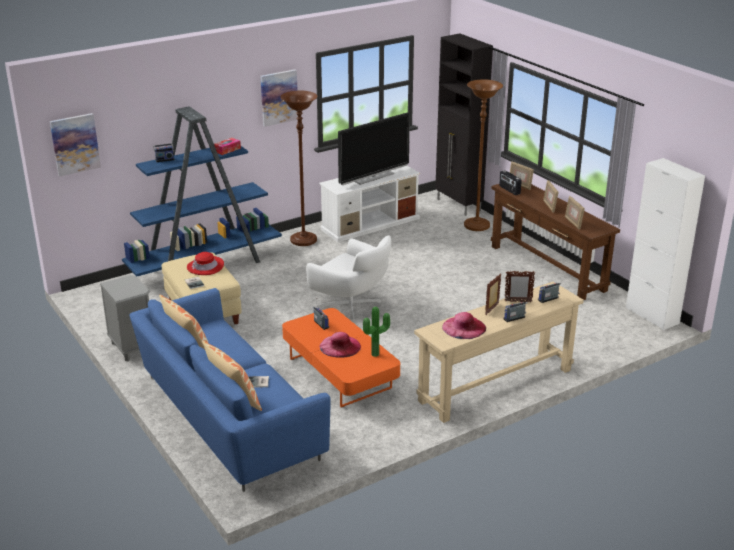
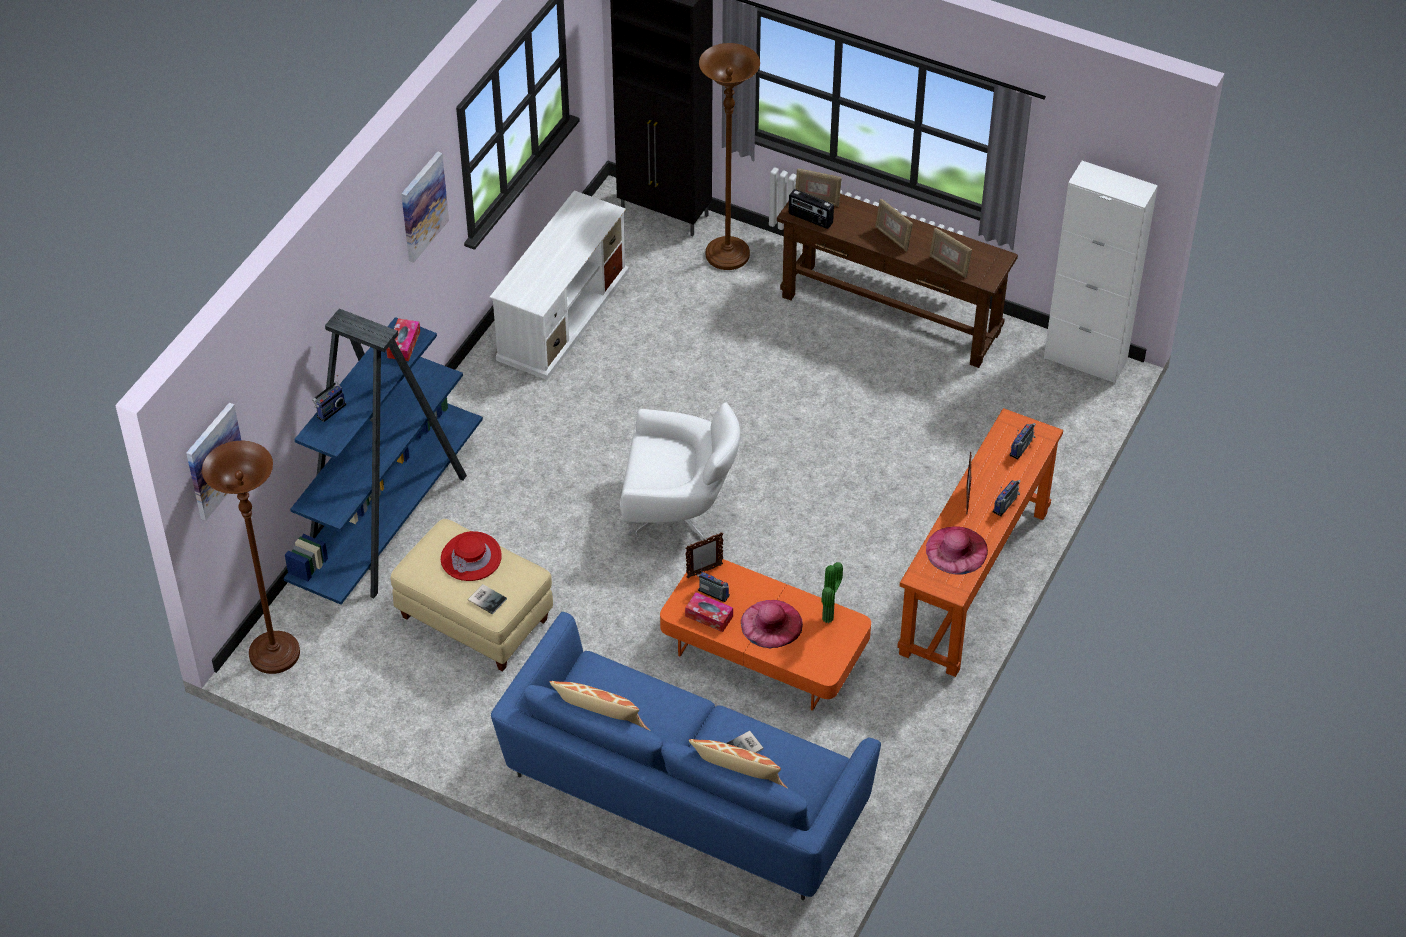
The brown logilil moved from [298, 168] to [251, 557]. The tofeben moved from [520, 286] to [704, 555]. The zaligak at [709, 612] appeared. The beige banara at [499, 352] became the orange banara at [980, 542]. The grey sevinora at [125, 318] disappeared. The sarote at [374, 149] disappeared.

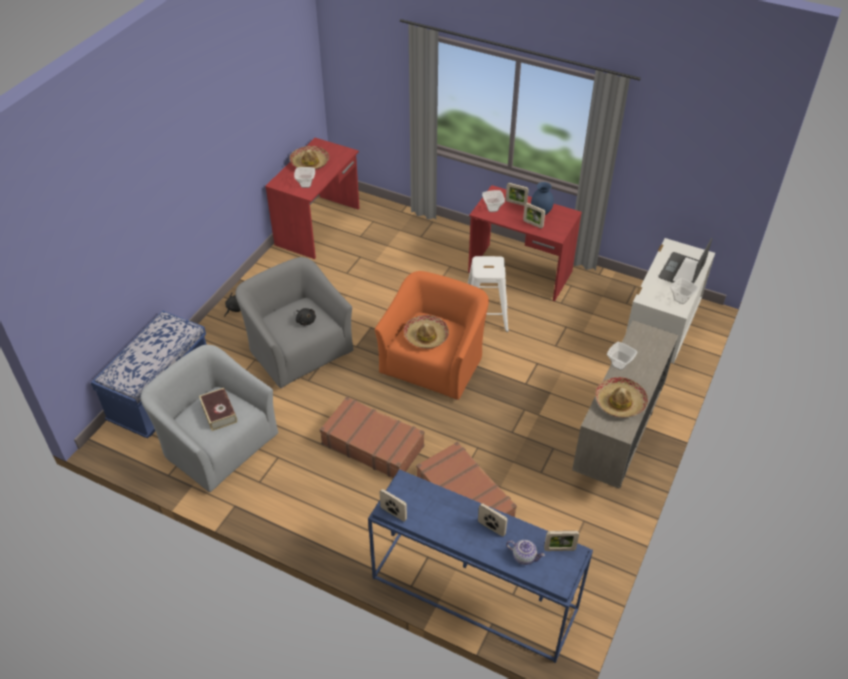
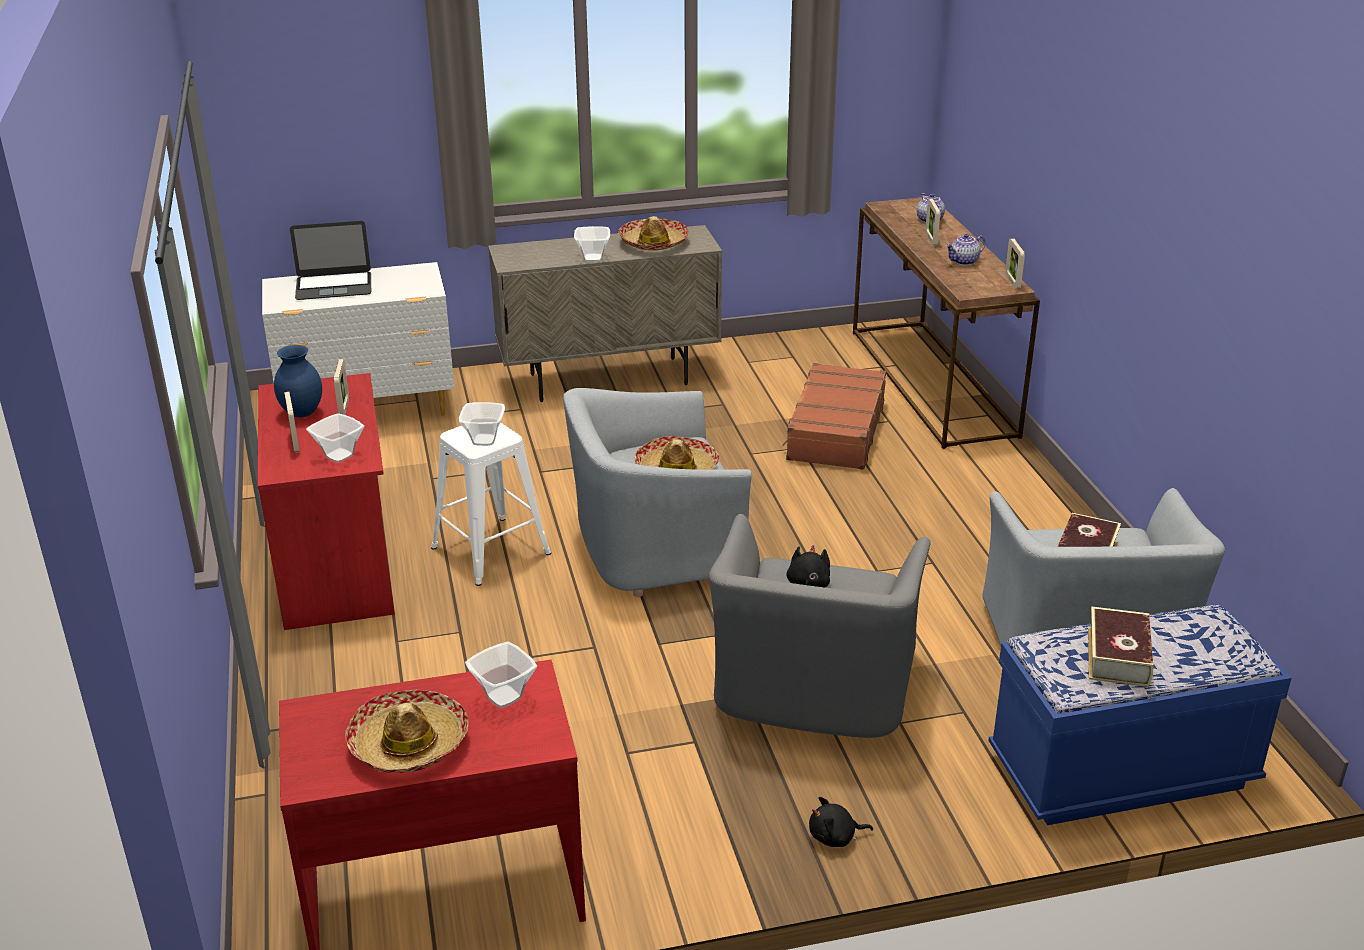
The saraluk moved from [684, 291] to [482, 424]. The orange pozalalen at [432, 335] became the grey pozalalen at [657, 492]. The blue banara at [480, 566] became the brown banara at [946, 323]. The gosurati at [966, 249] appeared. The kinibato at [1120, 646] appeared. The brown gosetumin at [372, 437] disappeared. The tofeben at [561, 541] disappeared.

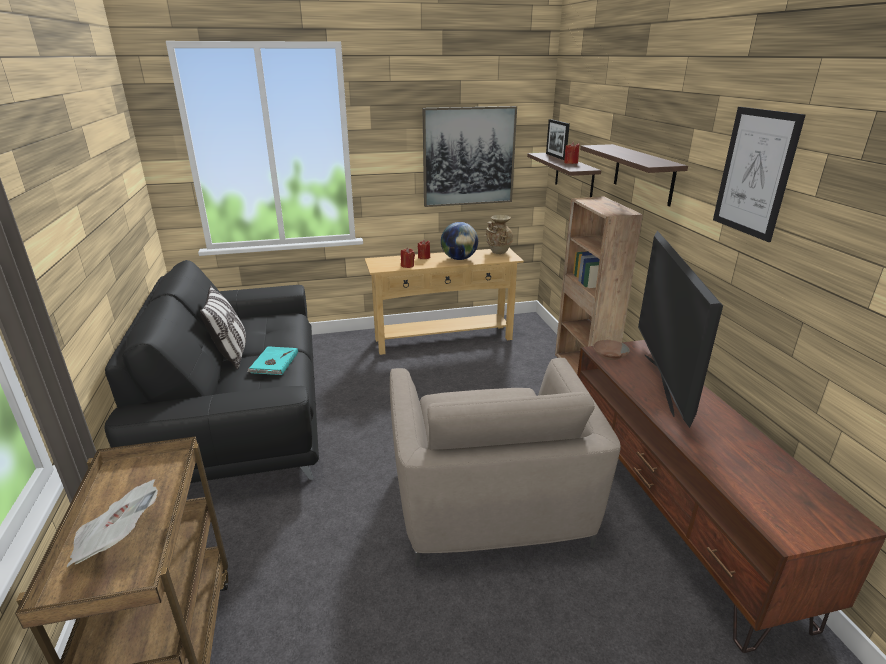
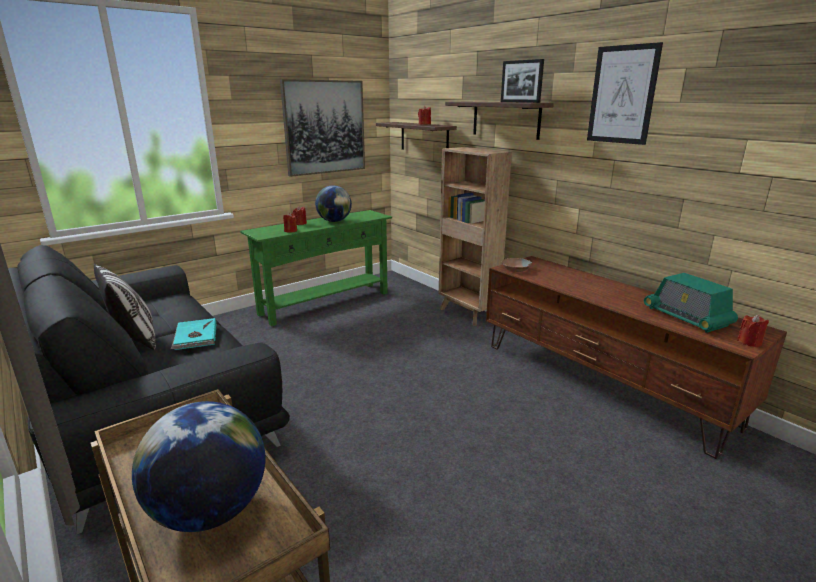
The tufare at [112, 523] was replaced by the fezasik at [198, 466]. The beige banara at [444, 301] became the green banara at [316, 268]. The tofeben moved from [558, 139] to [522, 81]. The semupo at [691, 303] appeared. The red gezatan at [753, 331] appeared. The beige pozalalen at [505, 462] disappeared. The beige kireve at [498, 234] disappeared. The sarote at [680, 329] disappeared.

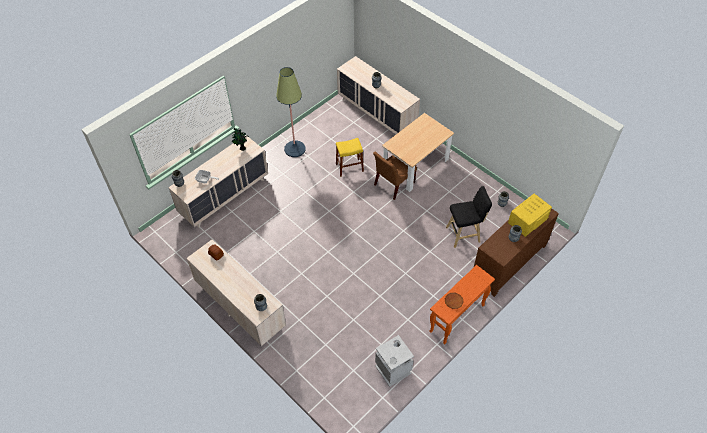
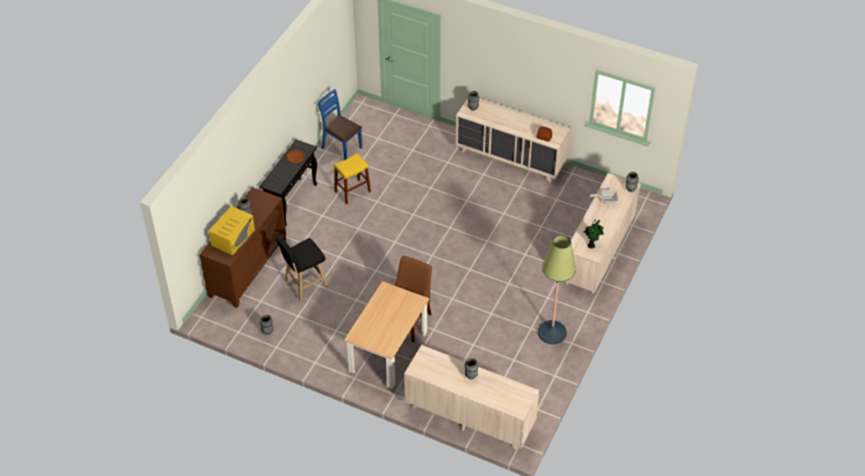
The orange banara at [462, 304] became the black banara at [288, 183]. The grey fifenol at [394, 361] was replaced by the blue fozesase at [339, 124]. The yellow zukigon moved from [350, 157] to [352, 178].

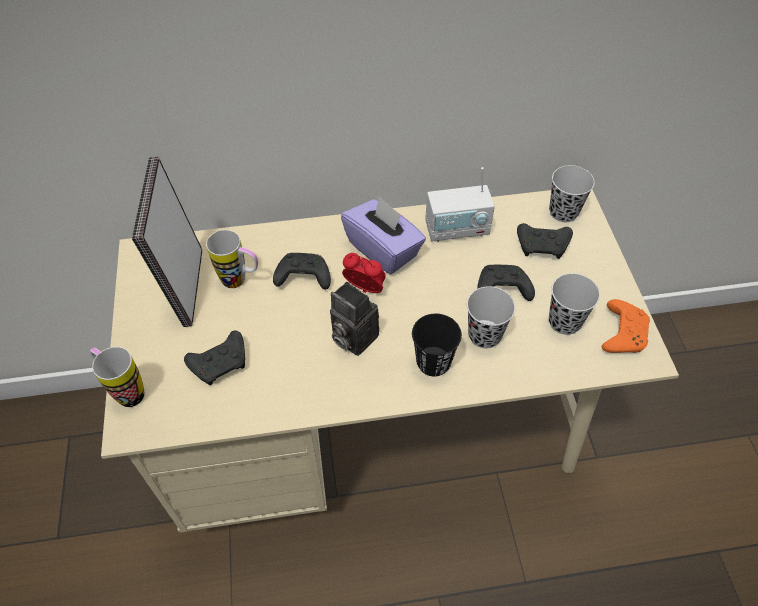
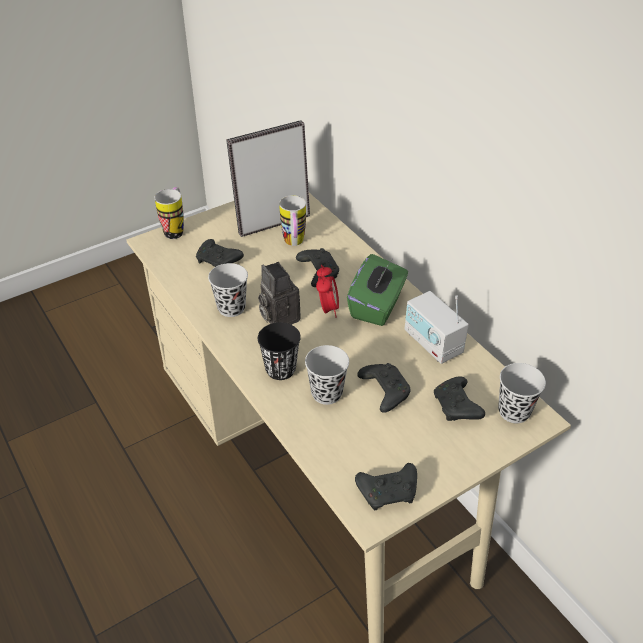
The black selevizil moved from [574, 304] to [228, 290]. The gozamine at [354, 319] turned 45 degrees counterclockwise. The purple zaligak at [383, 235] became the green zaligak at [377, 290]. The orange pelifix at [626, 326] became the black pelifix at [386, 486].

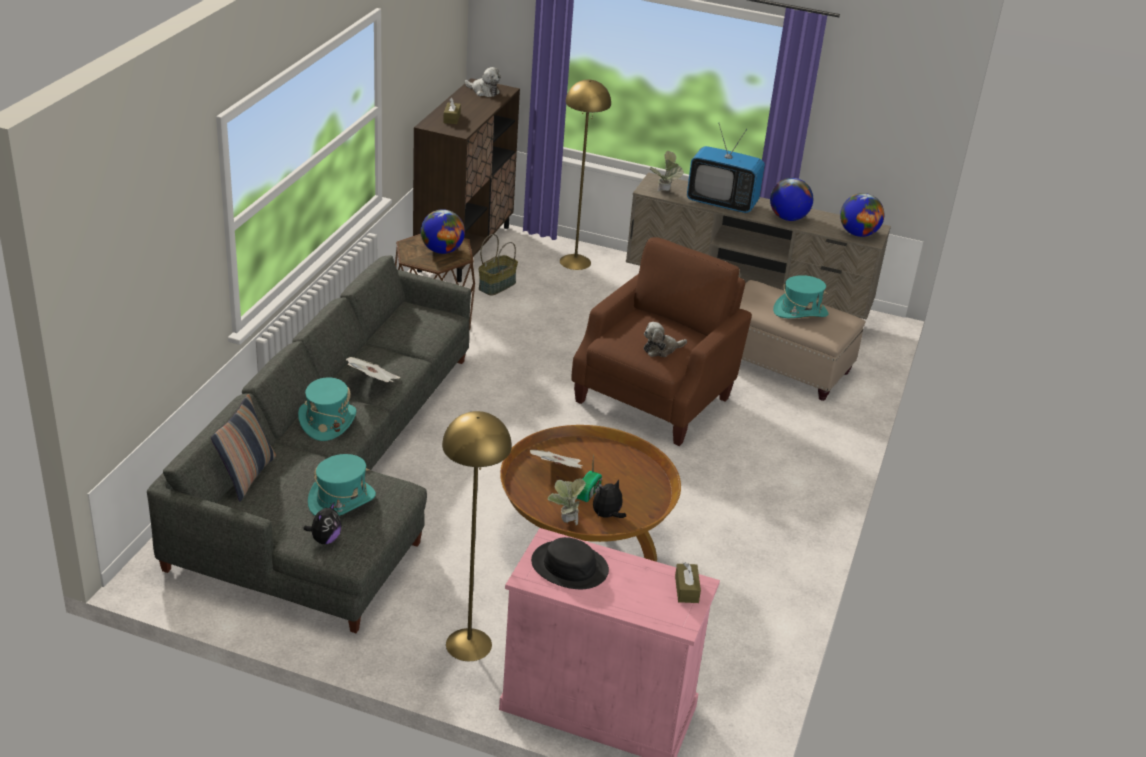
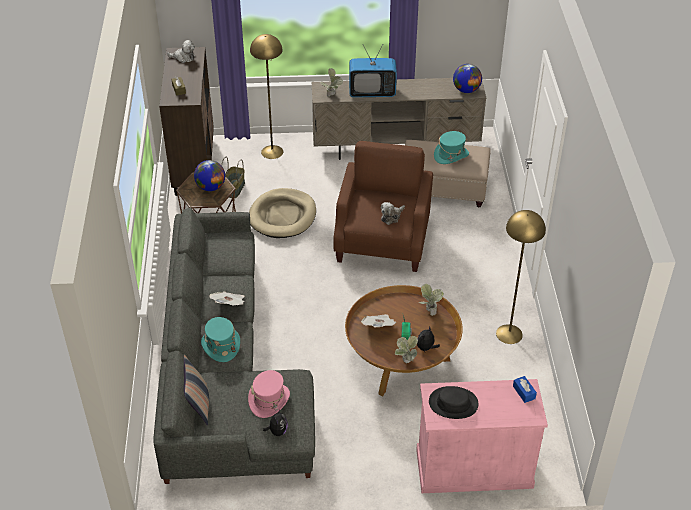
The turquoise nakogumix at [342, 485] became the pink nakogumix at [269, 394]. The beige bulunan at [282, 213] appeared. The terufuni at [431, 300] appeared. The yellow logilil moved from [477, 536] to [521, 277]. The brown zaligak at [688, 582] became the blue zaligak at [525, 389]. The fezasik at [791, 199] disappeared.

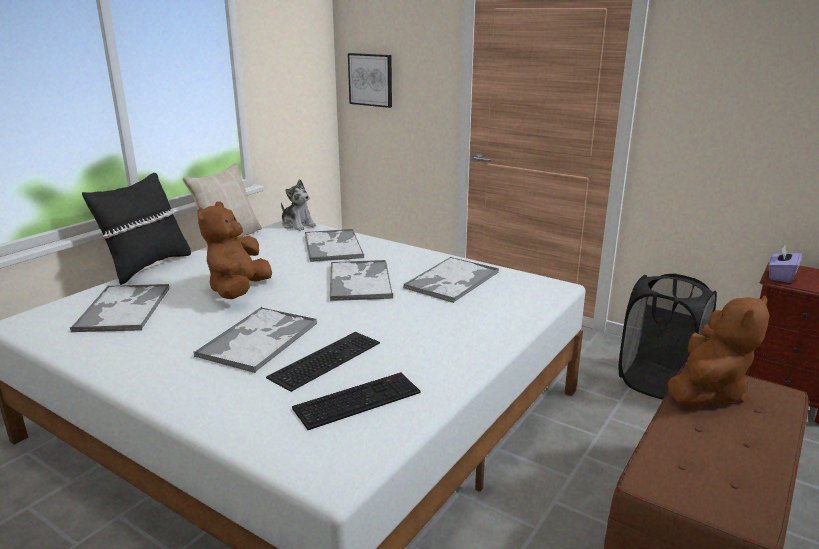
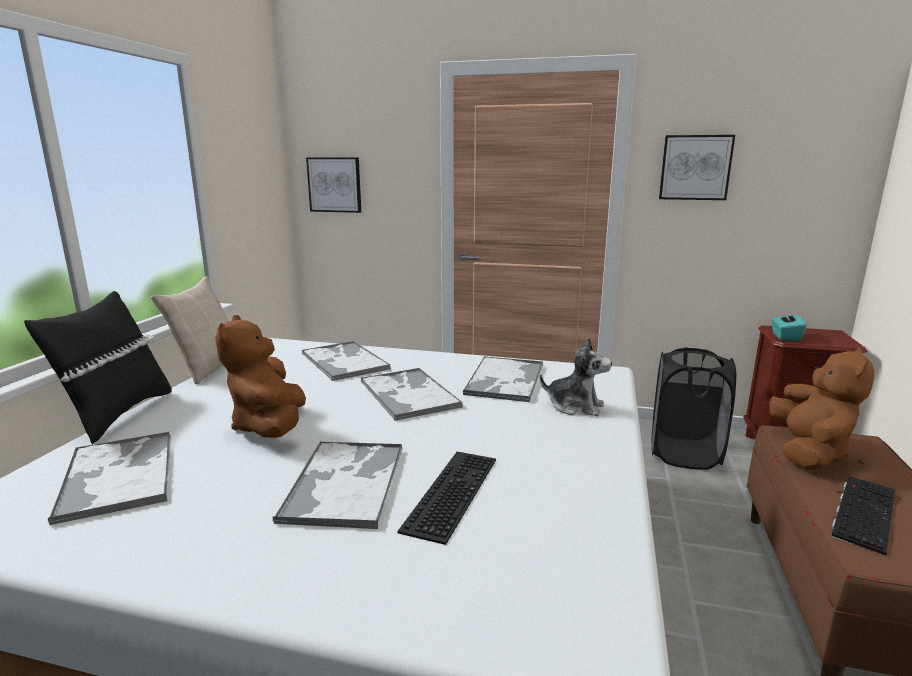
The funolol moved from [298, 205] to [576, 377]. The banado at [697, 167] appeared. The purple zaligak at [785, 264] became the turquoise zaligak at [788, 325]. The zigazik moved from [356, 401] to [863, 515].

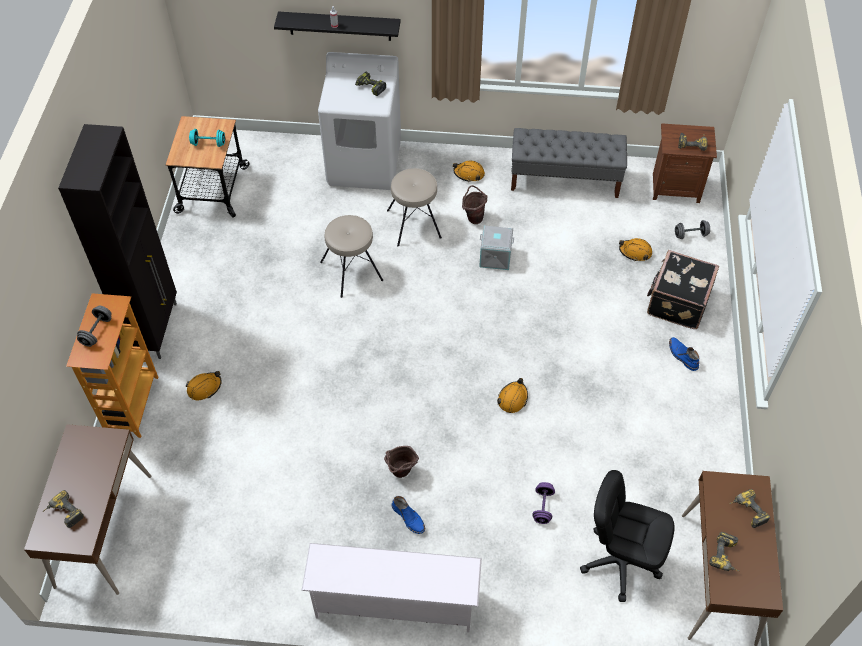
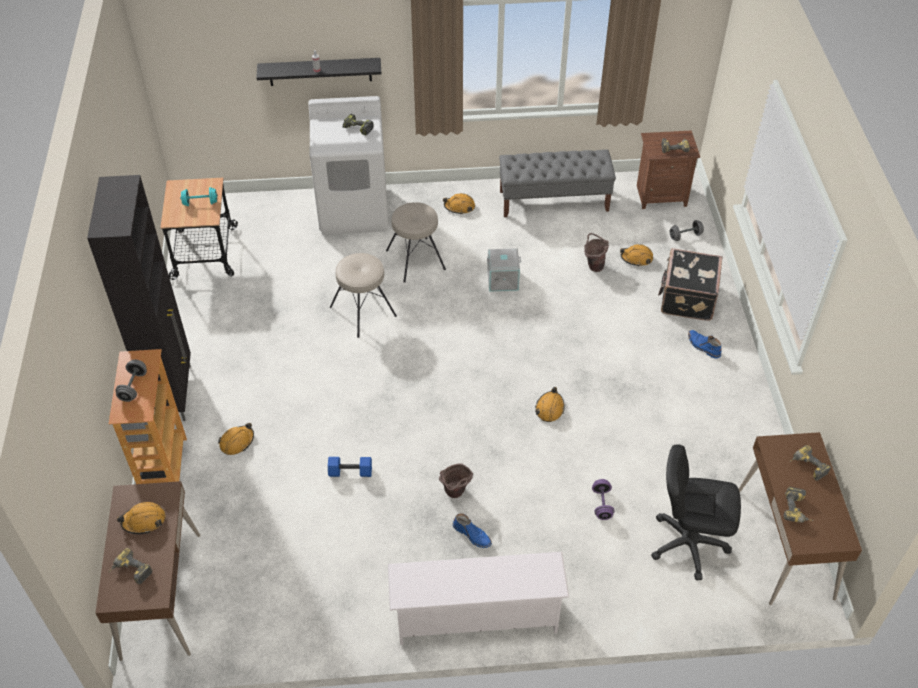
The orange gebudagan at [141, 518] appeared. The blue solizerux at [350, 467] appeared. The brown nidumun moved from [475, 204] to [596, 252].

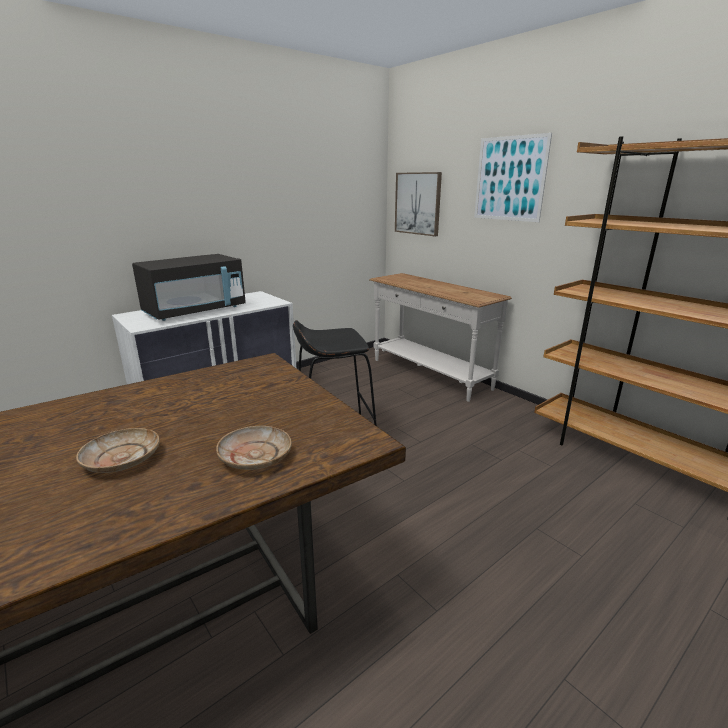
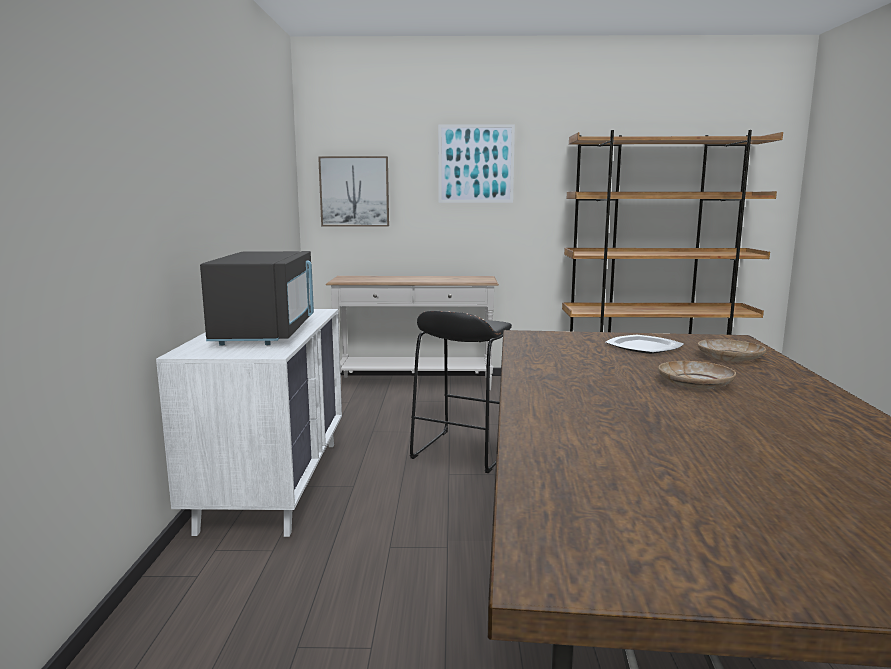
The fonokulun at [644, 344] appeared.

